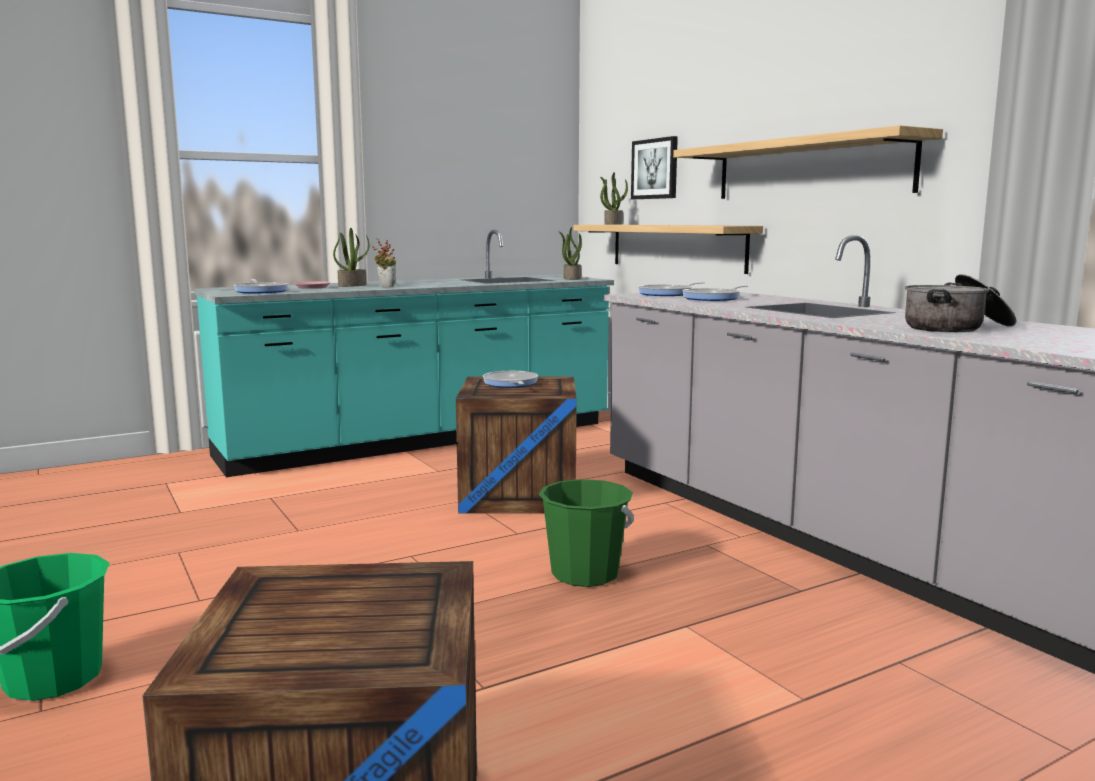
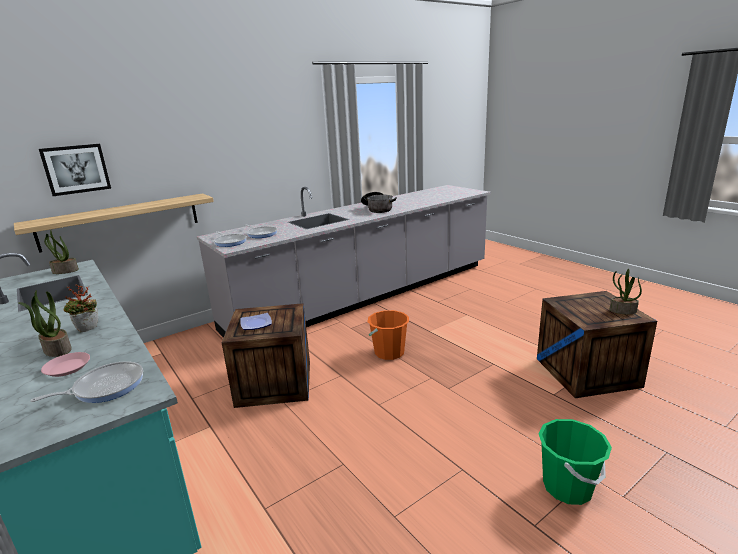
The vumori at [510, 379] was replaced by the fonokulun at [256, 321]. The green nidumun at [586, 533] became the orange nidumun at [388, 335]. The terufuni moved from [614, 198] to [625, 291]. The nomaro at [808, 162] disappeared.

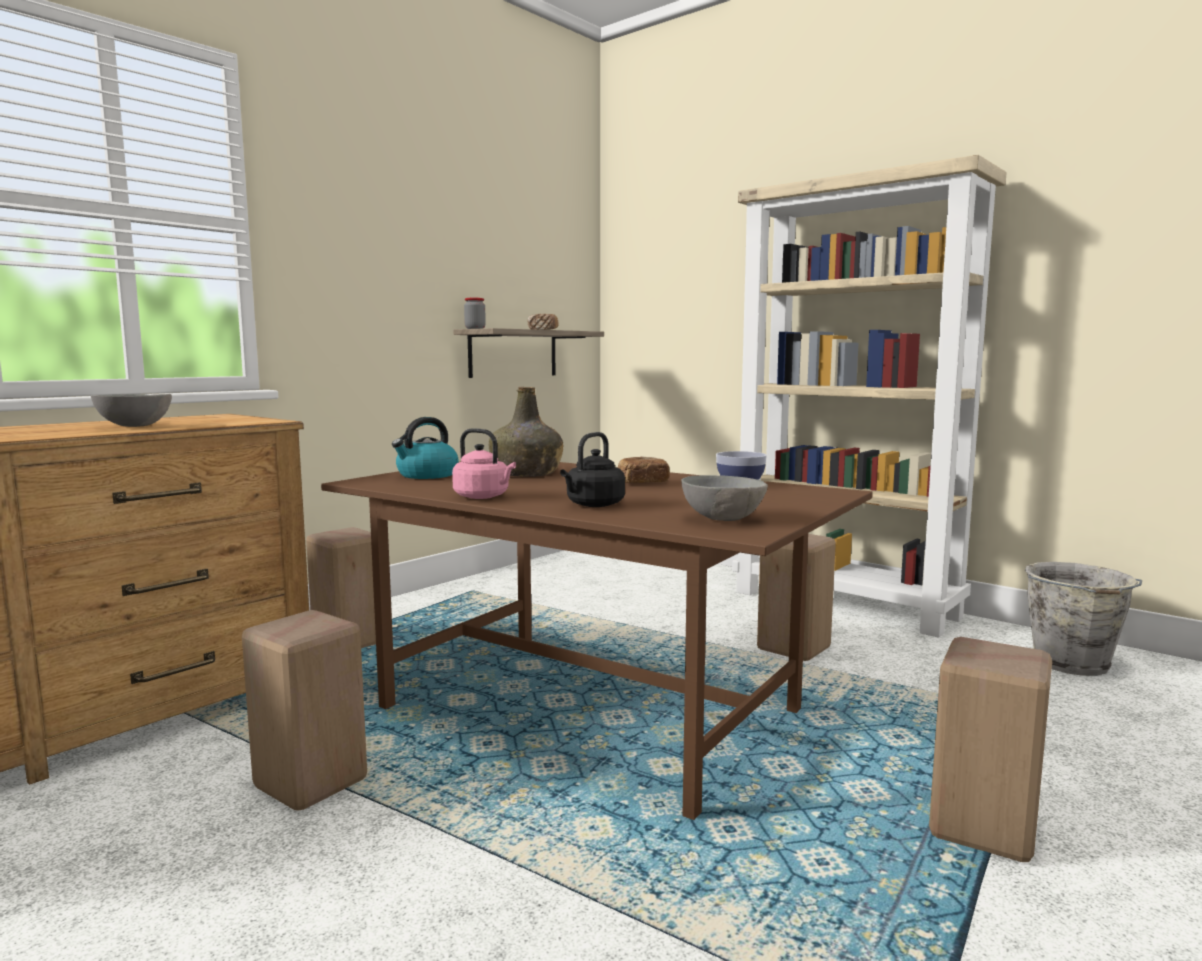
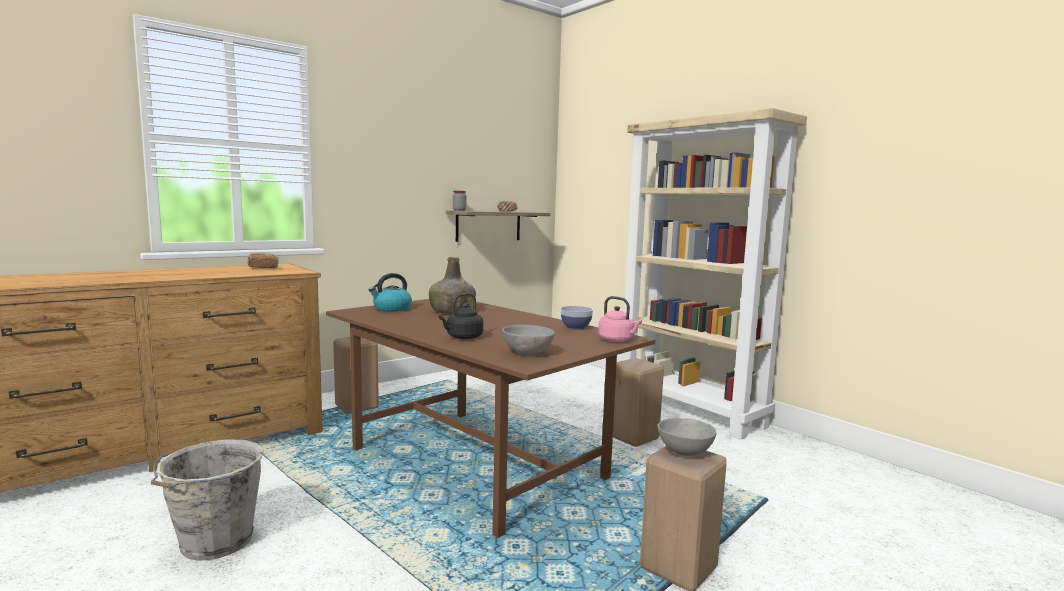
The grey nidumun moved from [1083, 619] to [207, 500]. The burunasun moved from [644, 469] to [263, 260]. The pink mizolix moved from [484, 463] to [620, 319]. The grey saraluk moved from [131, 410] to [687, 437]. The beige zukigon at [304, 710] disappeared.

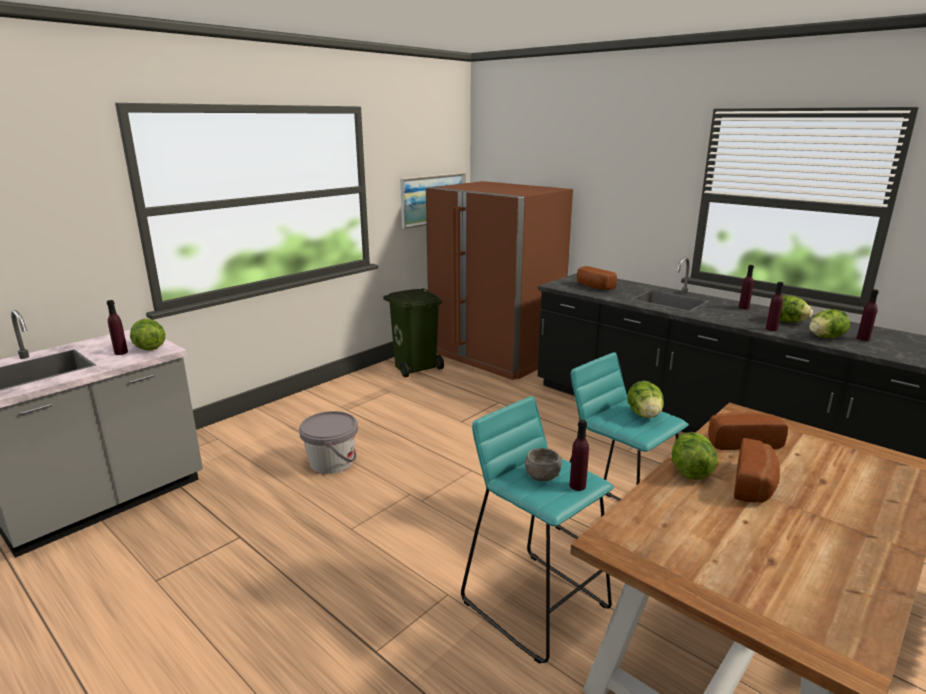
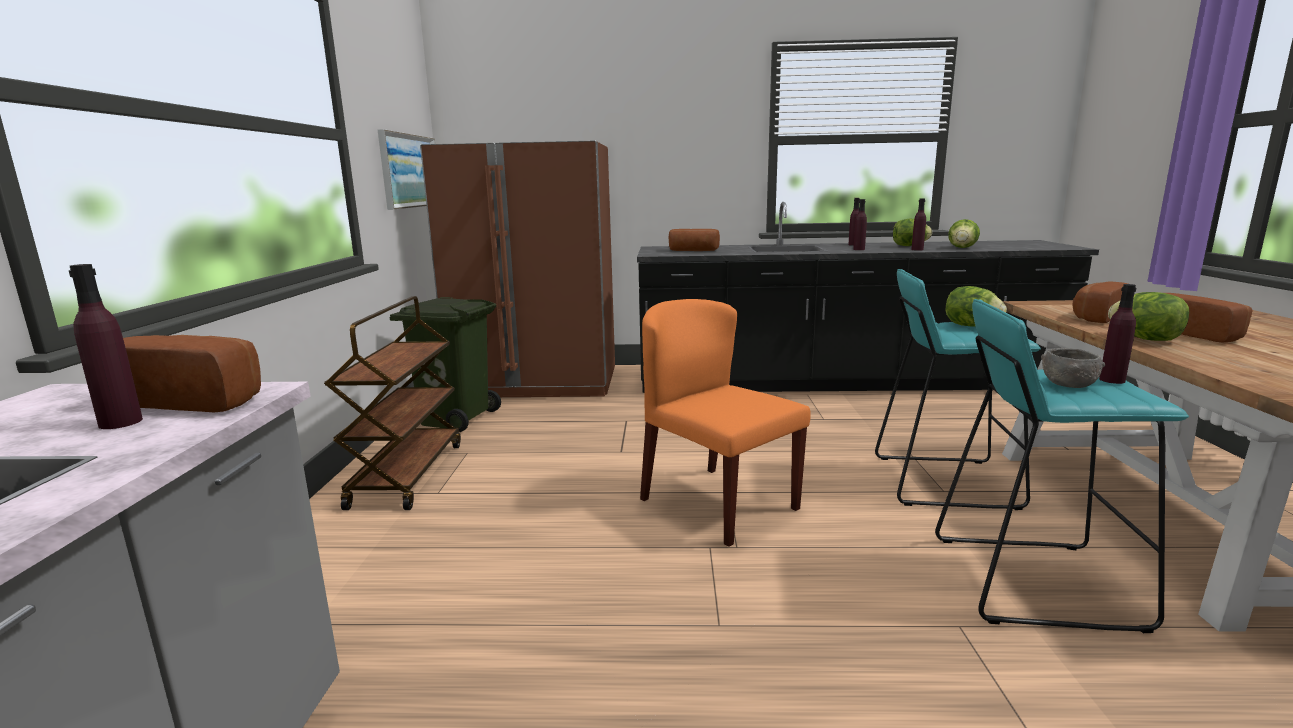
The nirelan at [147, 335] was replaced by the burunasun at [192, 373]. The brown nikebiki at [392, 403] appeared. The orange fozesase at [725, 423] appeared. The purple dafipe moved from [868, 315] to [860, 224]. The grey nidumun at [328, 442] disappeared.

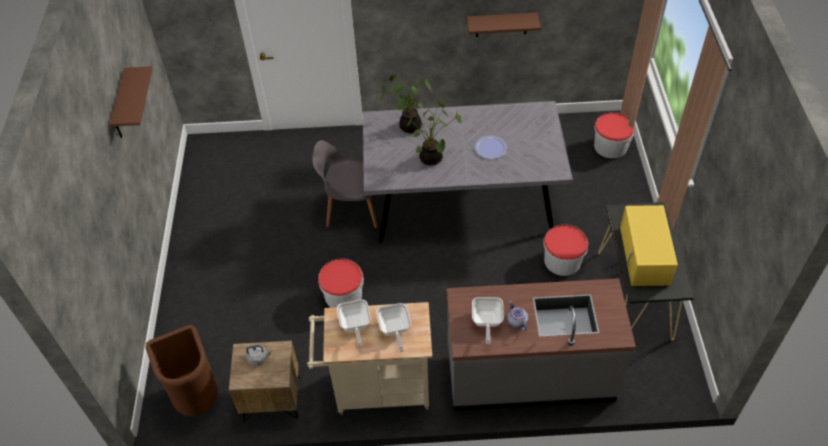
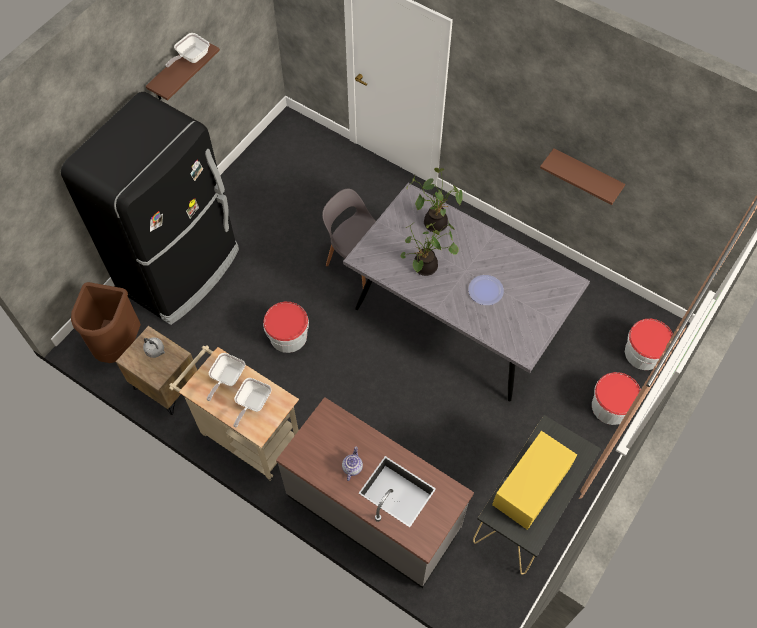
The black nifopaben at [150, 208] appeared. The vumori moved from [488, 321] to [188, 50]. The nidumun moved from [565, 250] to [616, 398].

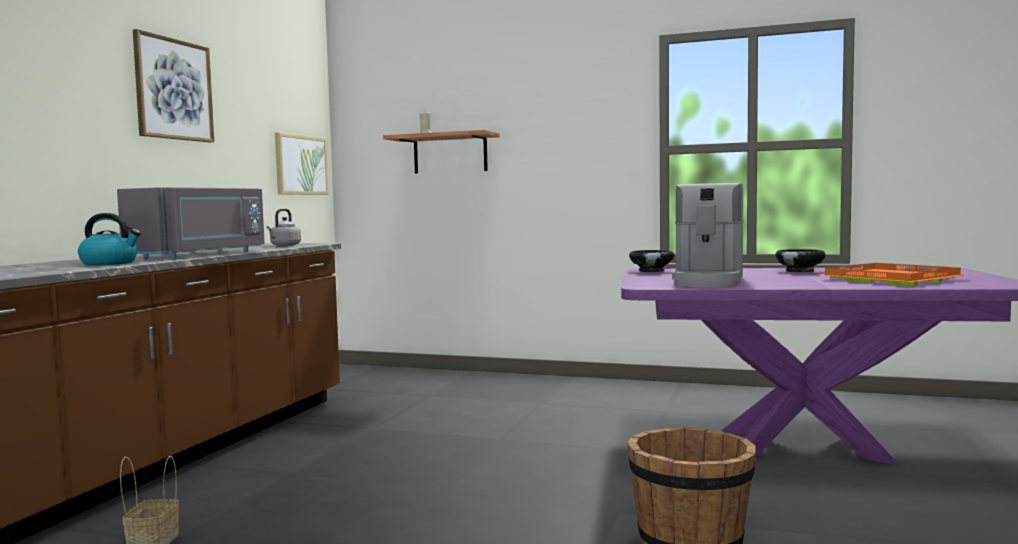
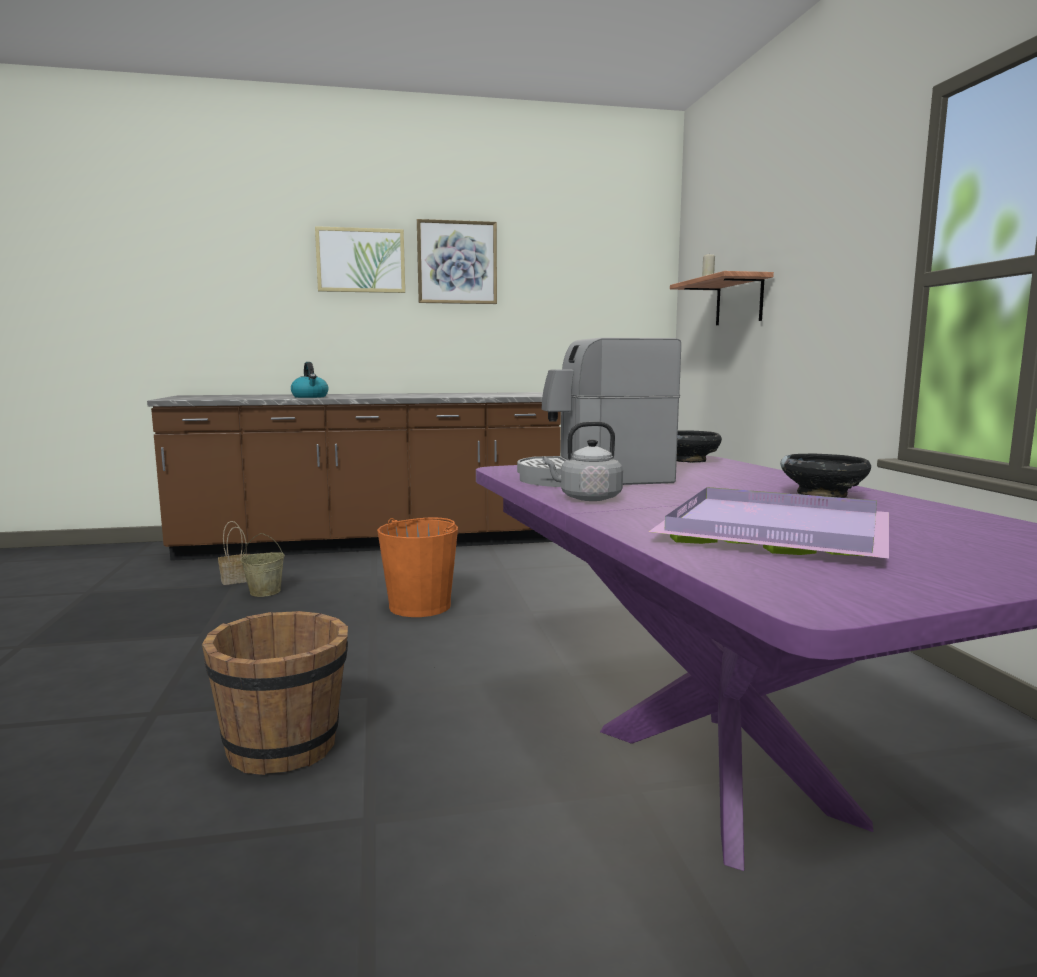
The beige nidumun at [262, 565] appeared. The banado moved from [301, 164] to [360, 259]. The orange nidumun at [417, 567] appeared. The grey mizolix moved from [283, 227] to [582, 461]. The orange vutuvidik at [893, 274] became the purple vutuvidik at [769, 523]. The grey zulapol at [191, 222] disappeared.

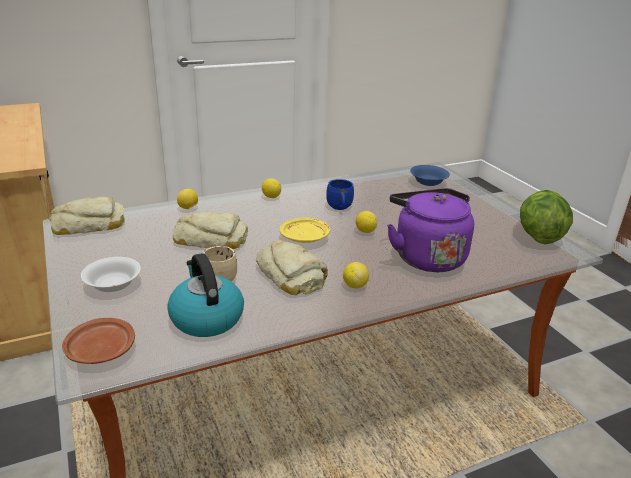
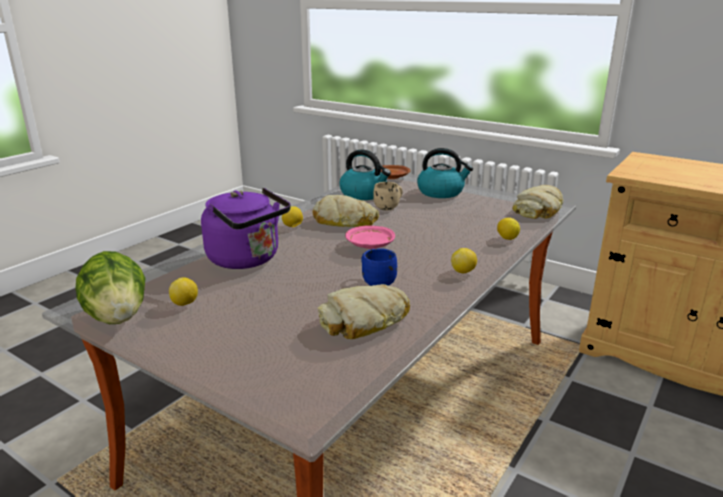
The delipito moved from [366, 222] to [183, 291]. The burunasun moved from [210, 230] to [363, 311]. The yellow fonokulun at [305, 230] became the pink fonokulun at [370, 237]. The white saraluk at [111, 274] was replaced by the mizolix at [445, 173]. The blue saraluk at [430, 175] disappeared.

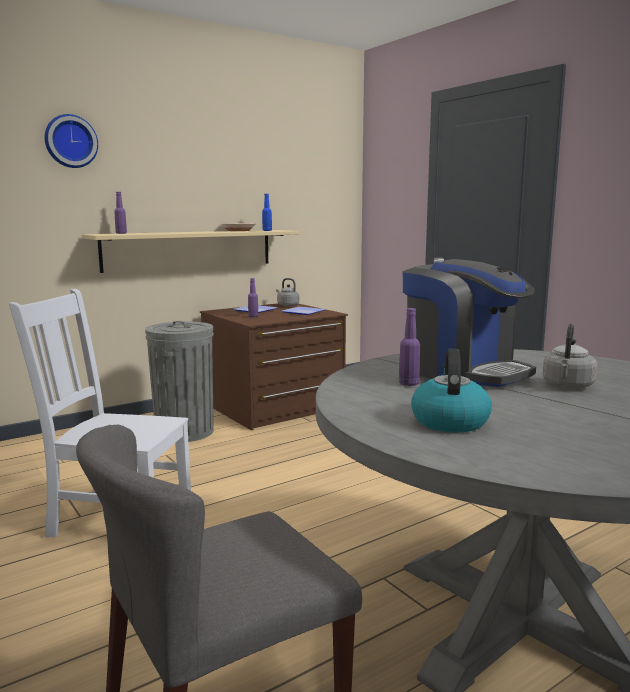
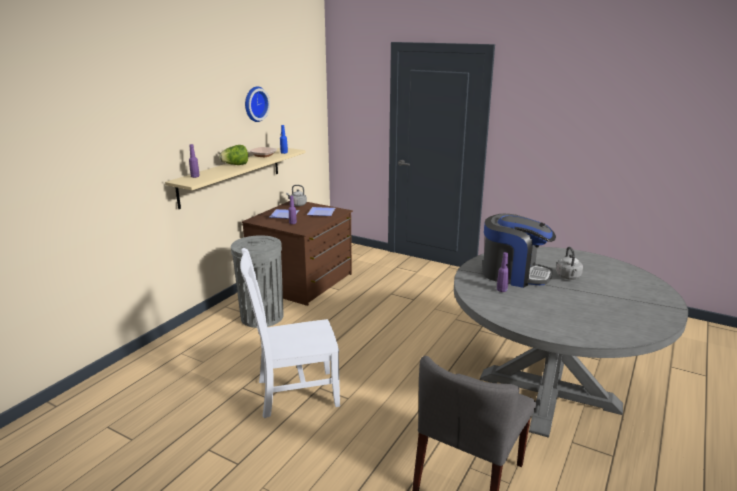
The nirelan at [233, 155] appeared. The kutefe moved from [71, 141] to [257, 104]. The mizolix at [451, 390] disappeared.

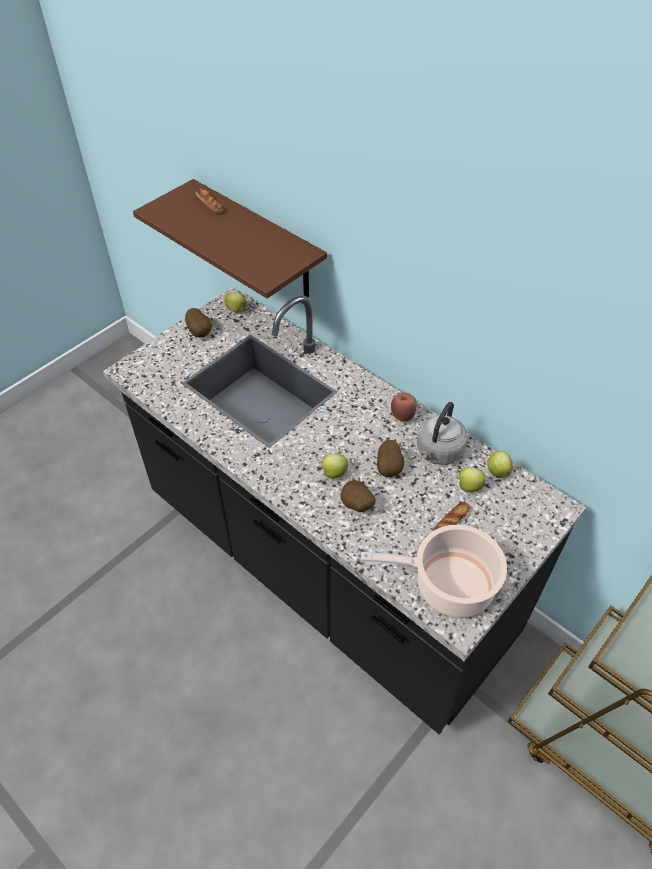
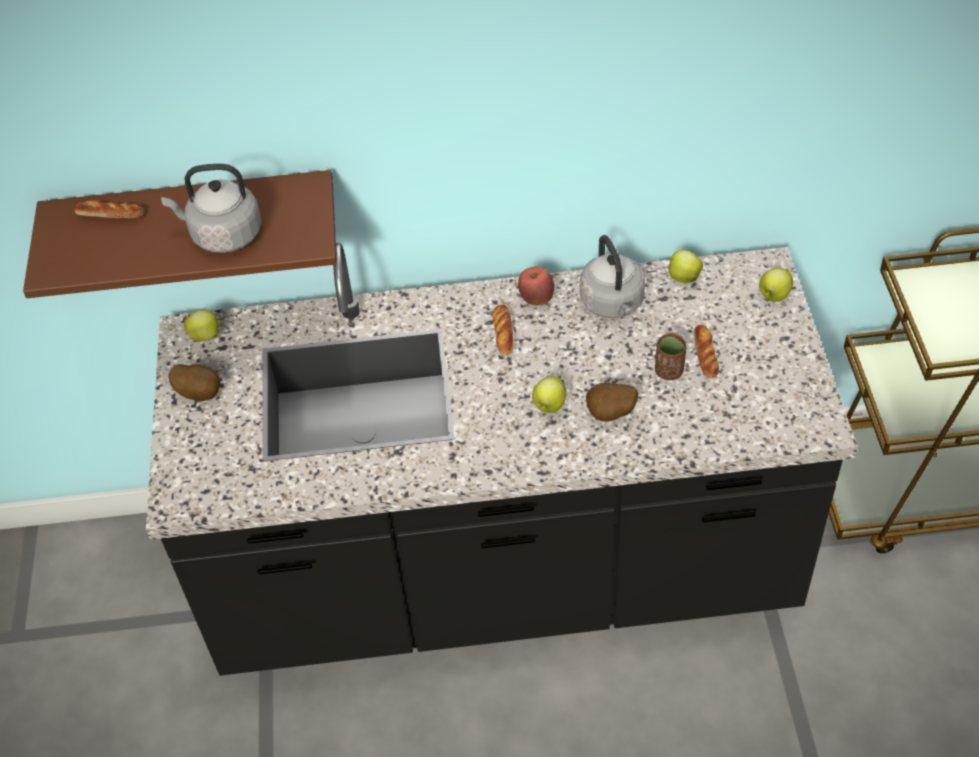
The grey mizolix at [211, 208] appeared. The burunasun at [503, 330] appeared. The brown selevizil at [671, 356] appeared. The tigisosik moved from [471, 479] to [776, 285]. The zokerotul at [434, 571] disappeared. The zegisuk at [390, 458] disappeared.

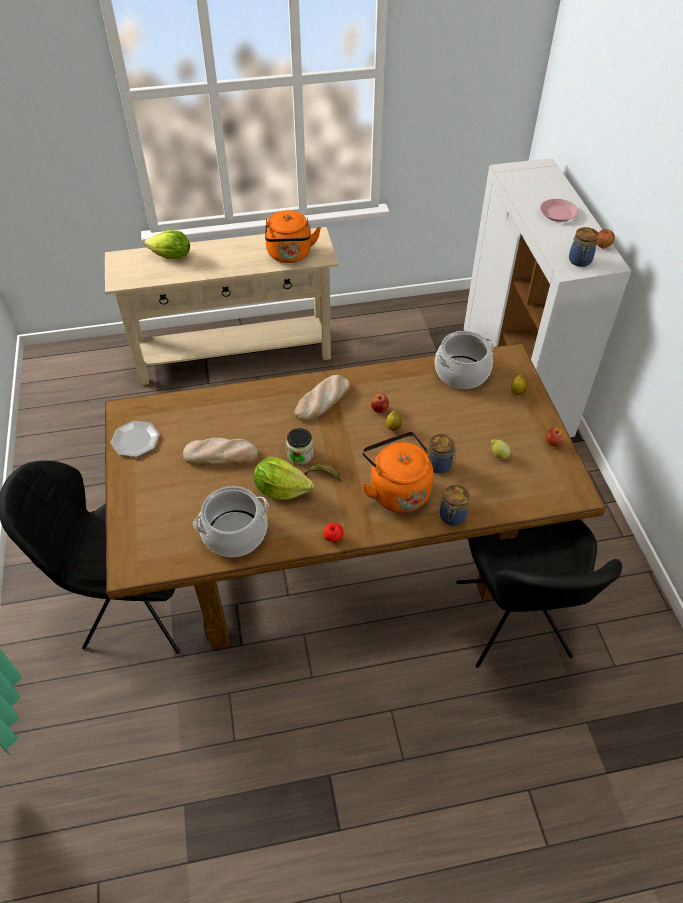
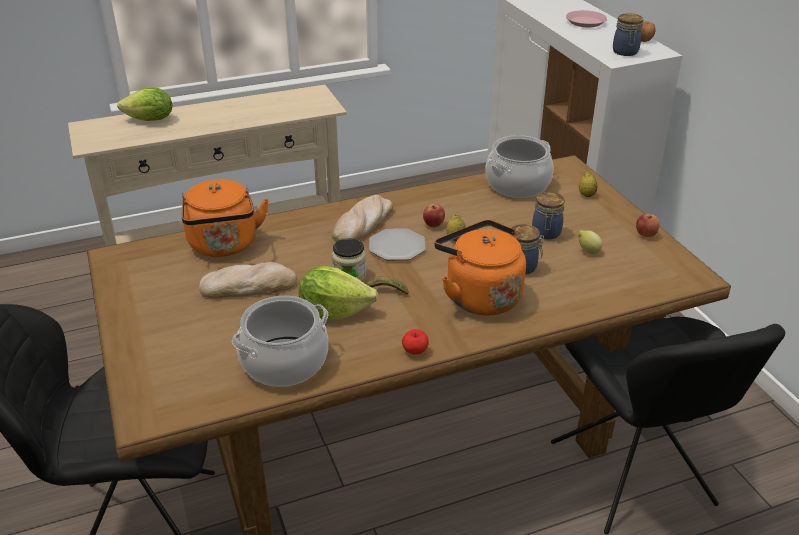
The orange mizolix moved from [293, 236] to [225, 218]. The fonokulun moved from [135, 439] to [397, 244]. The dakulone moved from [455, 505] to [548, 215].

